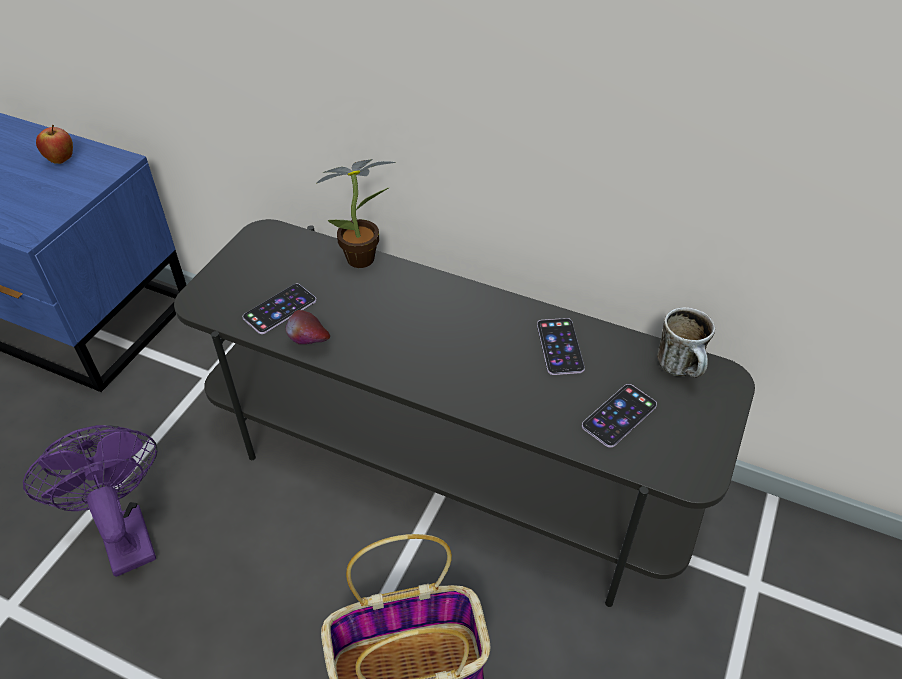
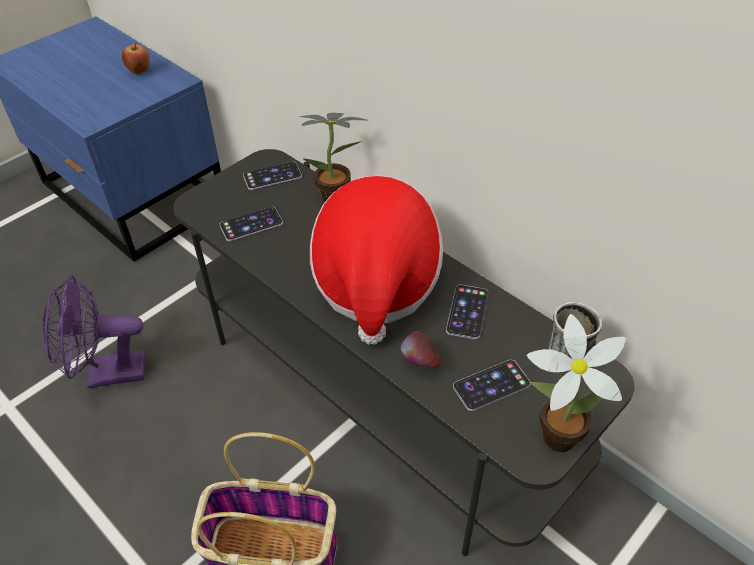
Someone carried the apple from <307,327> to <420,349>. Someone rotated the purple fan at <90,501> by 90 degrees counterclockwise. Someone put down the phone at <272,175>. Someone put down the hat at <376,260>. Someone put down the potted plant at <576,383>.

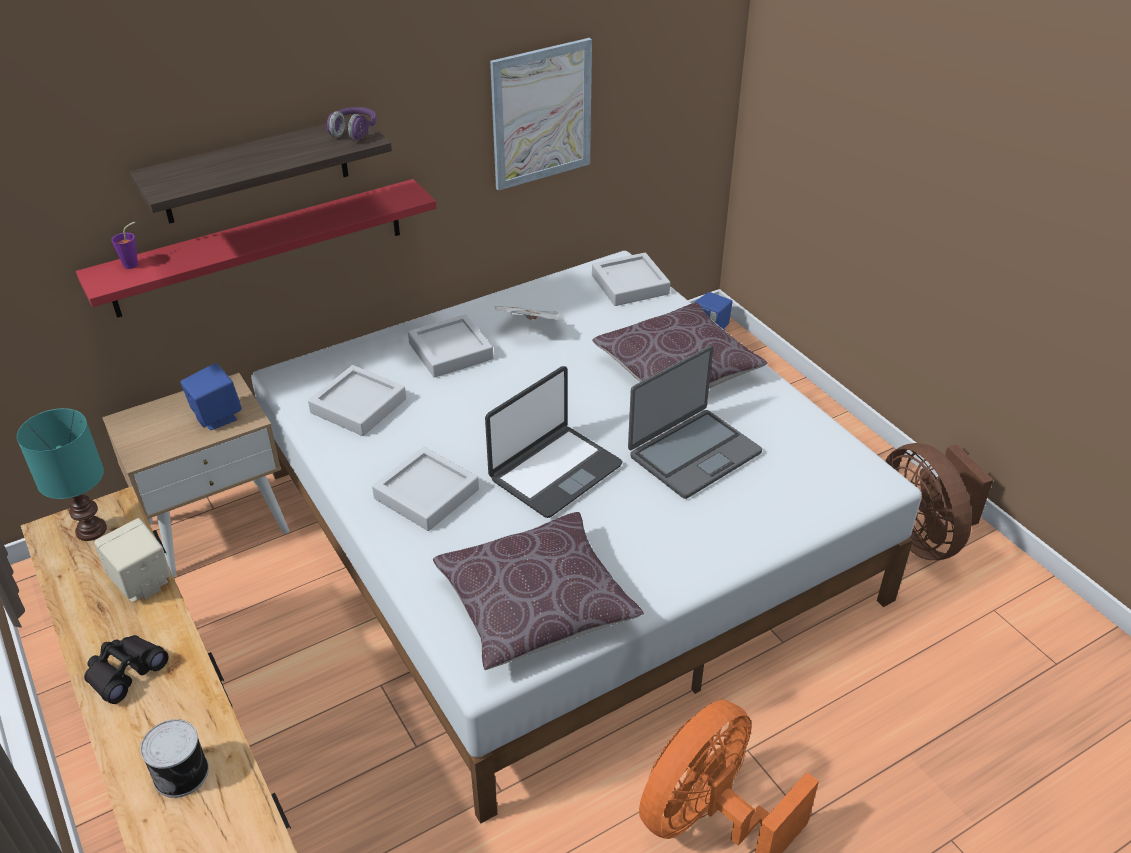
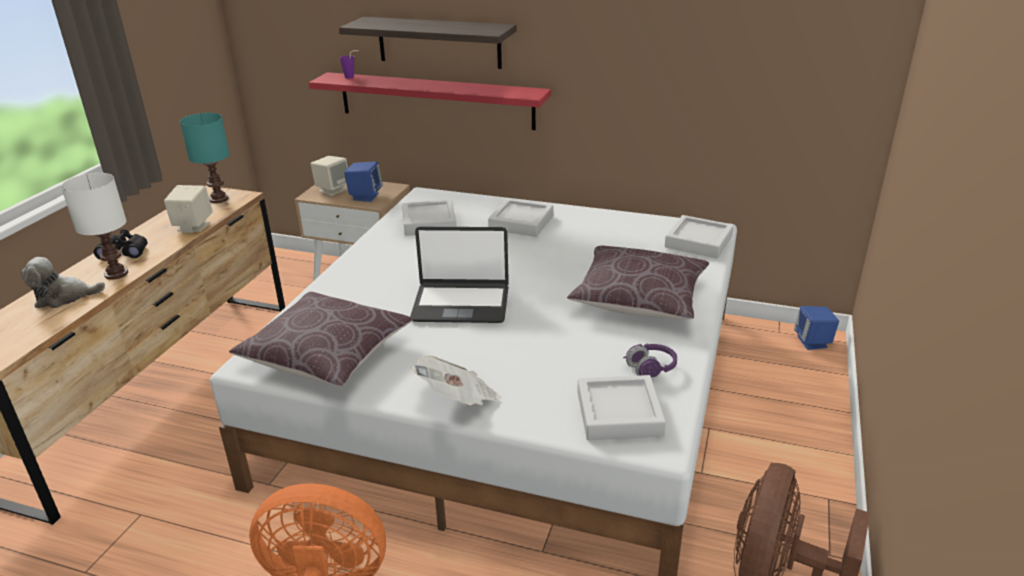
Someone took away the picture at <541,114>. Someone carried the purple headphones from <351,124> to <650,361>. Someone carried the newspaper from <528,313> to <456,381>. Someone took away the laptop at <695,422>. Someone carried the grey tray from <425,489> to <621,407>. Someone swapped the can at <174,758> for the plush toy at <63,282>. Someone put down the beige speaker at <329,176>. Someone put down the white table lamp at <94,226>.

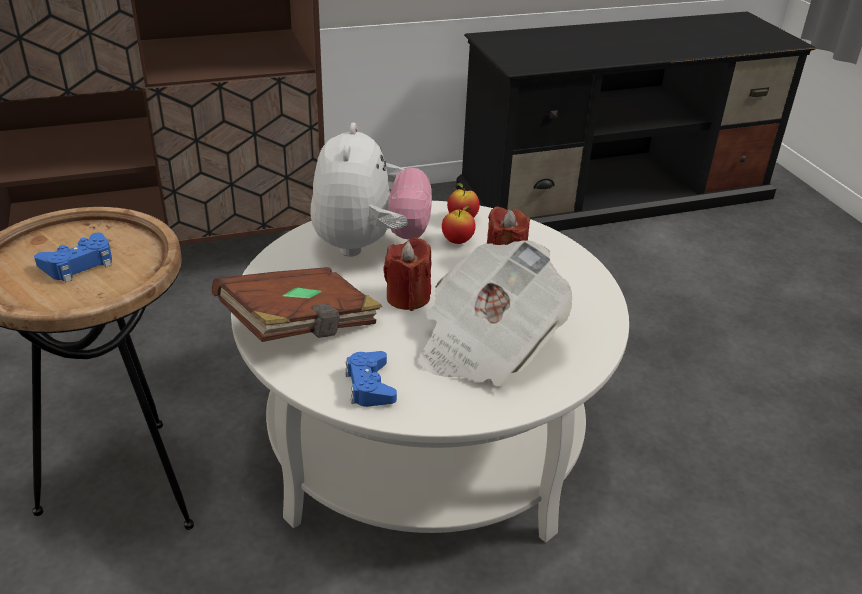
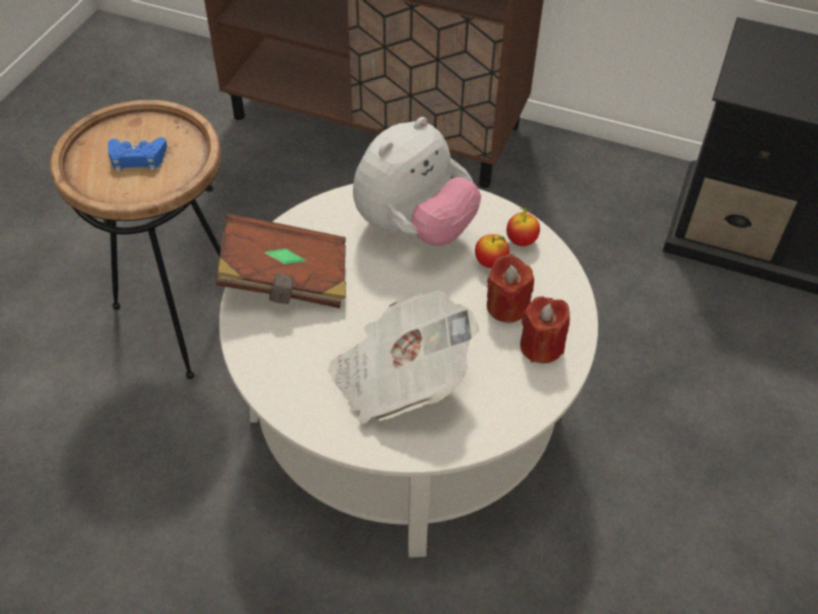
Someone carried the red candle from <407,274> to <545,329>. Someone took away the blue game controller at <371,379>.

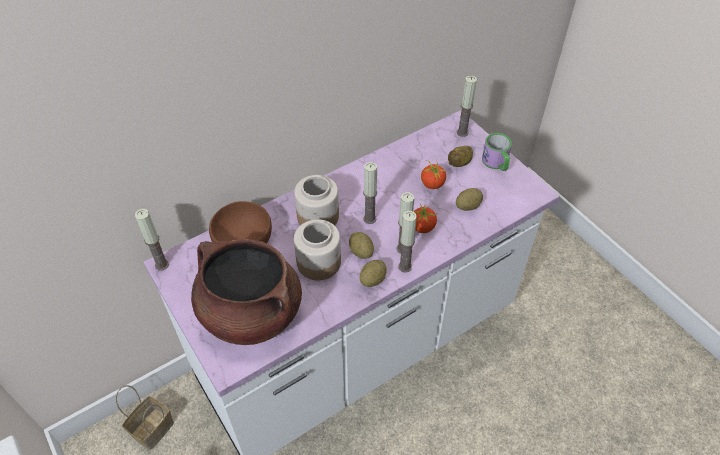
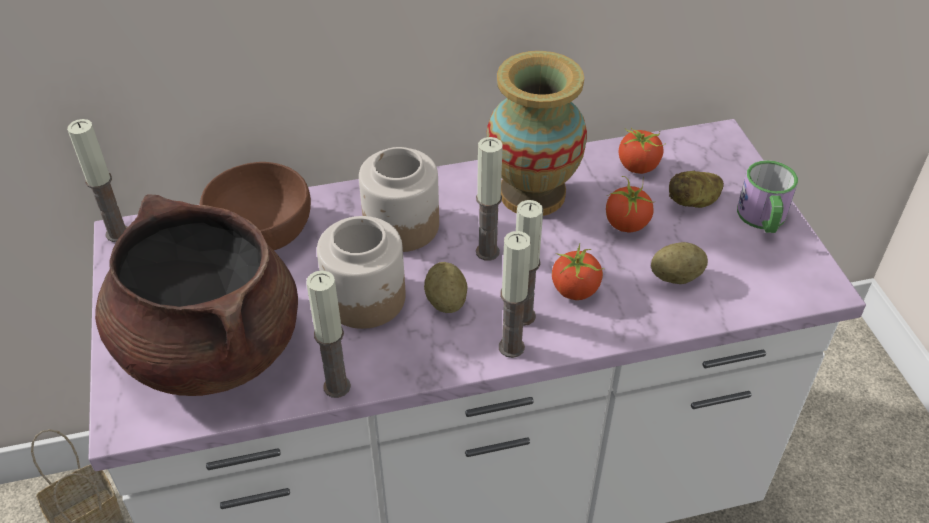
Someone carried the candle from <467,106> to <328,334>. Someone took away the potato at <373,273>. Someone put down the vase at <537,133>. Someone put down the tomato at <642,151>.

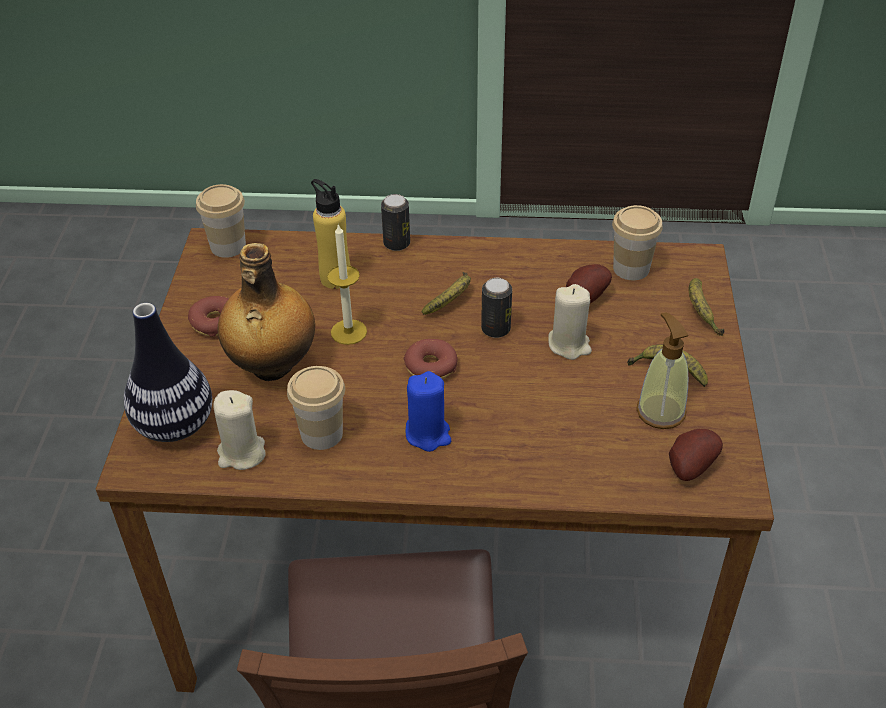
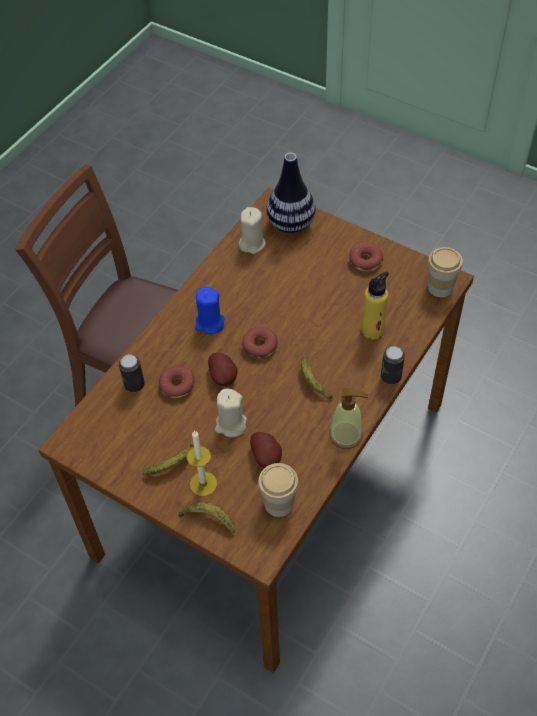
Someone carried the candle from <347,284> to <202,463>. Someone took away the bottle at <266,312>. Someone carried the can from <496,308> to <132,373>. Someone carried the soap dispenser from <662,370> to <348,418>. Someone took away the cup at <316,408>. Someone carried the potato from <696,455> to <223,369>. Someone put down the donut at <177,382>.

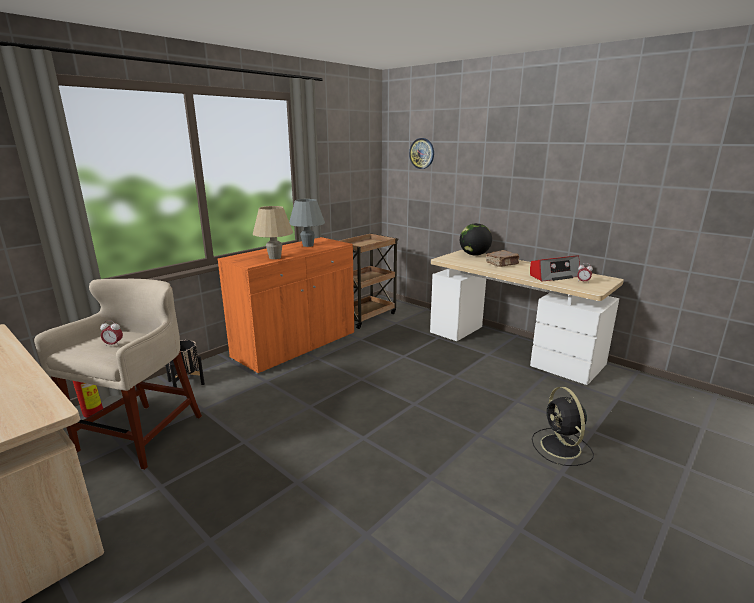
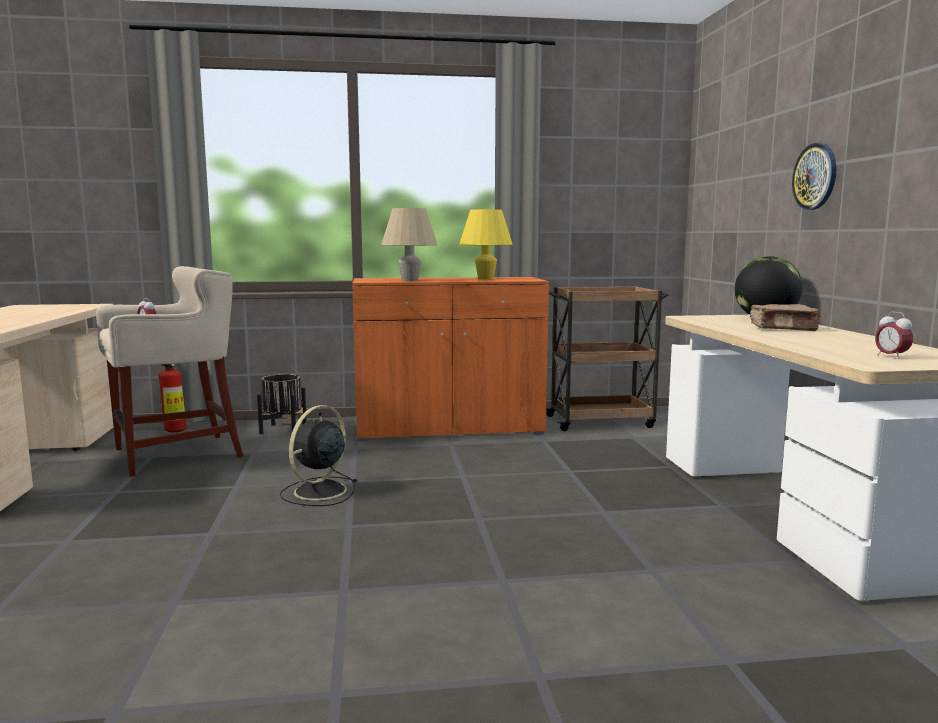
Someone carried the wall clock from <421,153> to <814,176>. Someone repainted the grey table lamp at <307,223>, which became the yellow table lamp at <486,244>. Someone took away the radio at <555,269>. Someone carried the black fan from <563,426> to <319,455>.

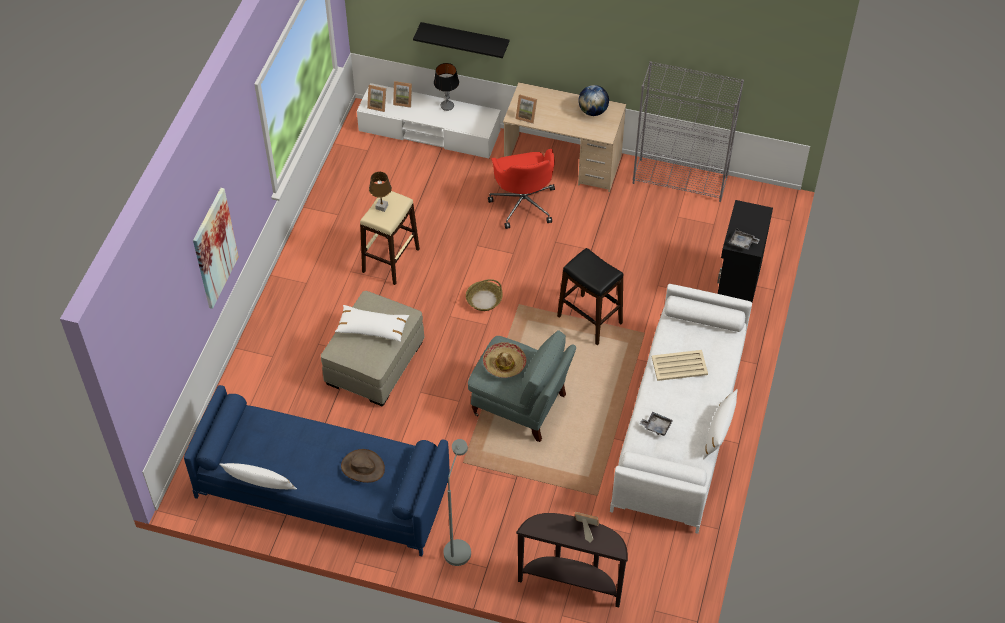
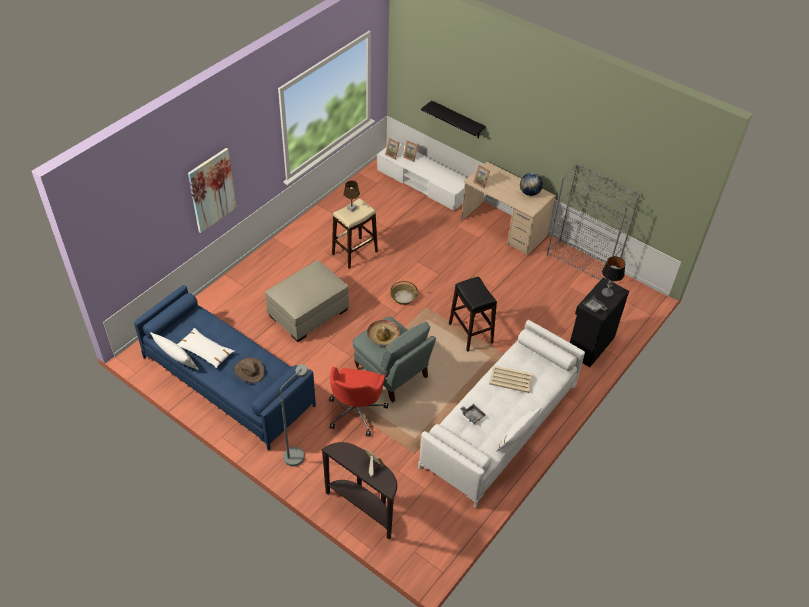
Someone carried the table lamp from <446,87> to <613,276>. Someone carried the red office chair from <521,189> to <358,401>. Someone carried the white pillow from <372,323> to <206,348>.

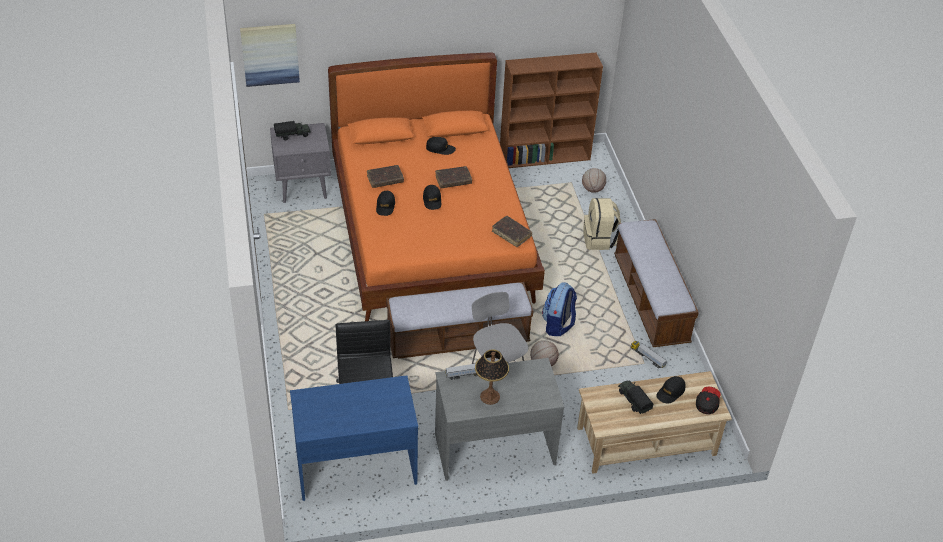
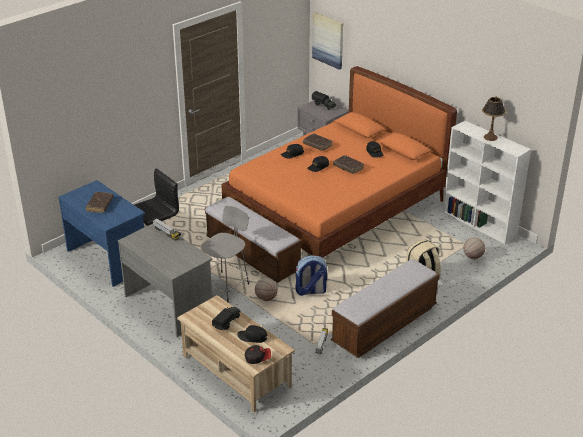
Someone repainted the brown bookcase at <551,110>, which became the white bookcase at <487,182>. Someone carried the brown book from <512,231> to <99,202>. Someone carried the table lamp from <492,377> to <494,118>.

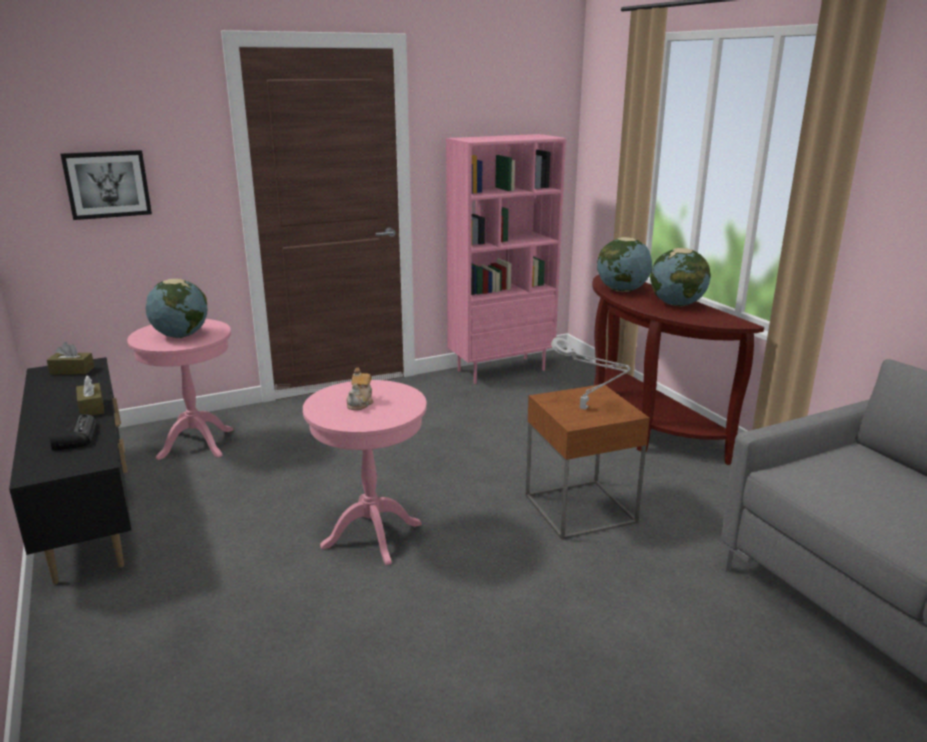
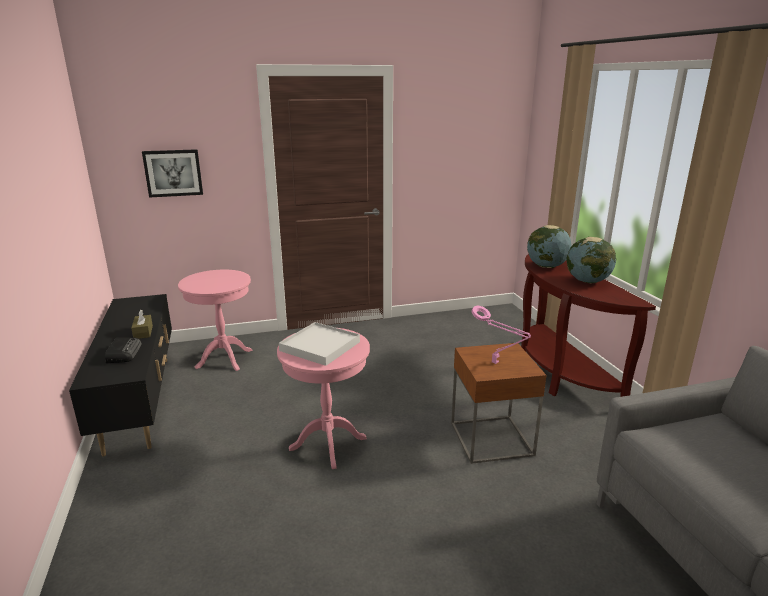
Someone took away the pink bookcase at <506,259>. Someone took away the globe at <176,308>. Someone repainted the grey table lamp at <591,373>, which became the pink table lamp at <501,335>. Someone took away the brown tissue box at <70,358>. Someone swapped the teapot at <360,389> for the white tray at <319,344>.

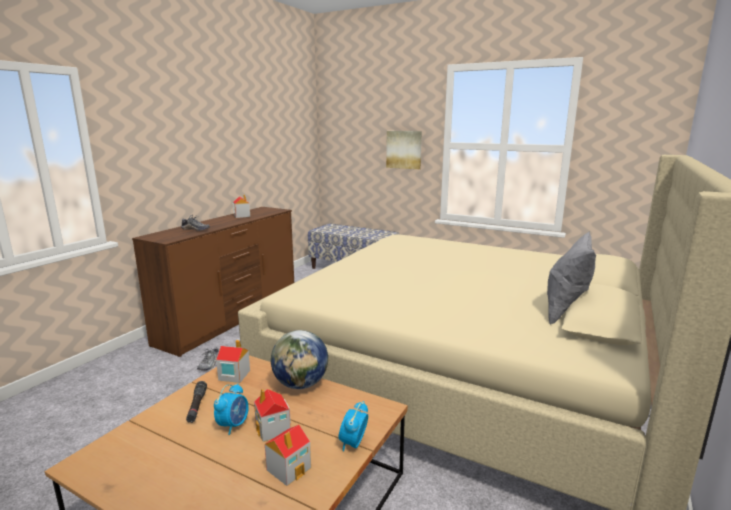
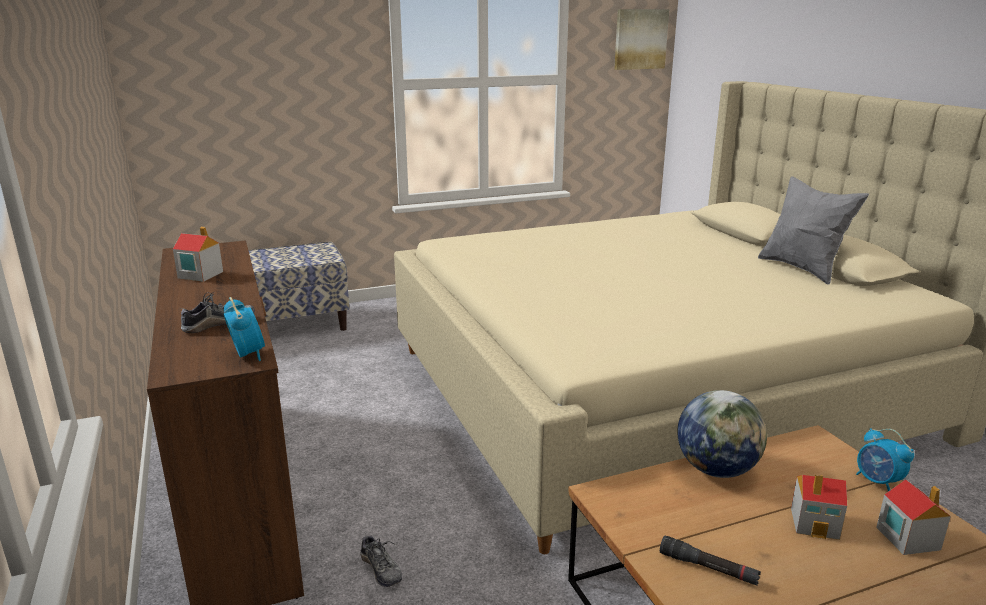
Someone carried the picture from <404,150> to <641,39>. Someone took away the toy house at <233,361>. Someone carried the alarm clock from <231,409> to <244,329>.

